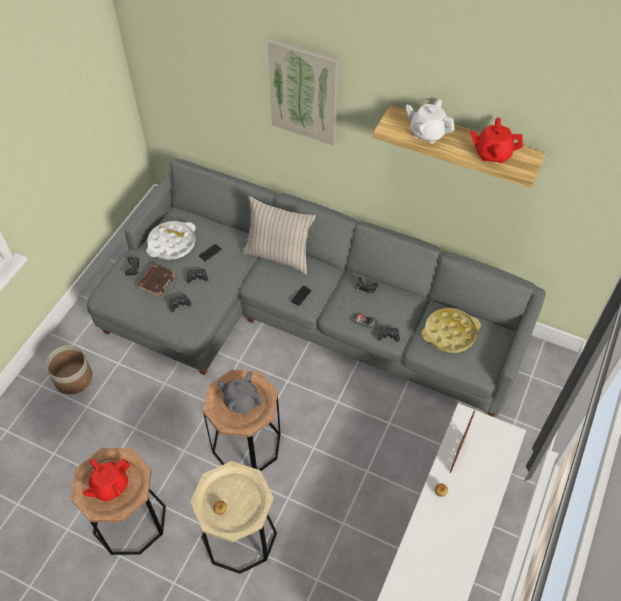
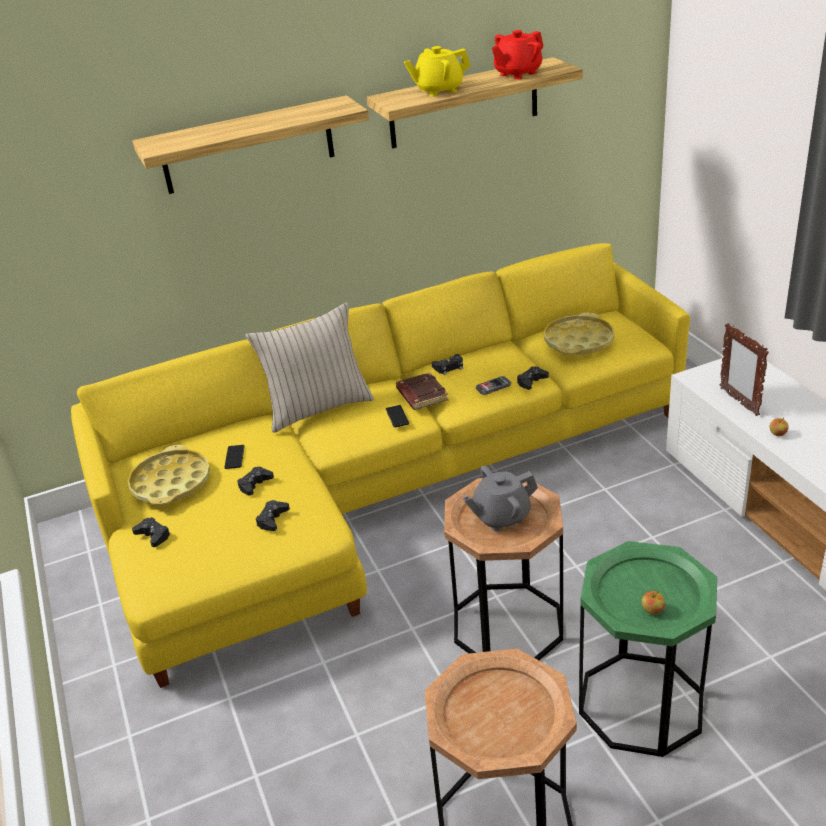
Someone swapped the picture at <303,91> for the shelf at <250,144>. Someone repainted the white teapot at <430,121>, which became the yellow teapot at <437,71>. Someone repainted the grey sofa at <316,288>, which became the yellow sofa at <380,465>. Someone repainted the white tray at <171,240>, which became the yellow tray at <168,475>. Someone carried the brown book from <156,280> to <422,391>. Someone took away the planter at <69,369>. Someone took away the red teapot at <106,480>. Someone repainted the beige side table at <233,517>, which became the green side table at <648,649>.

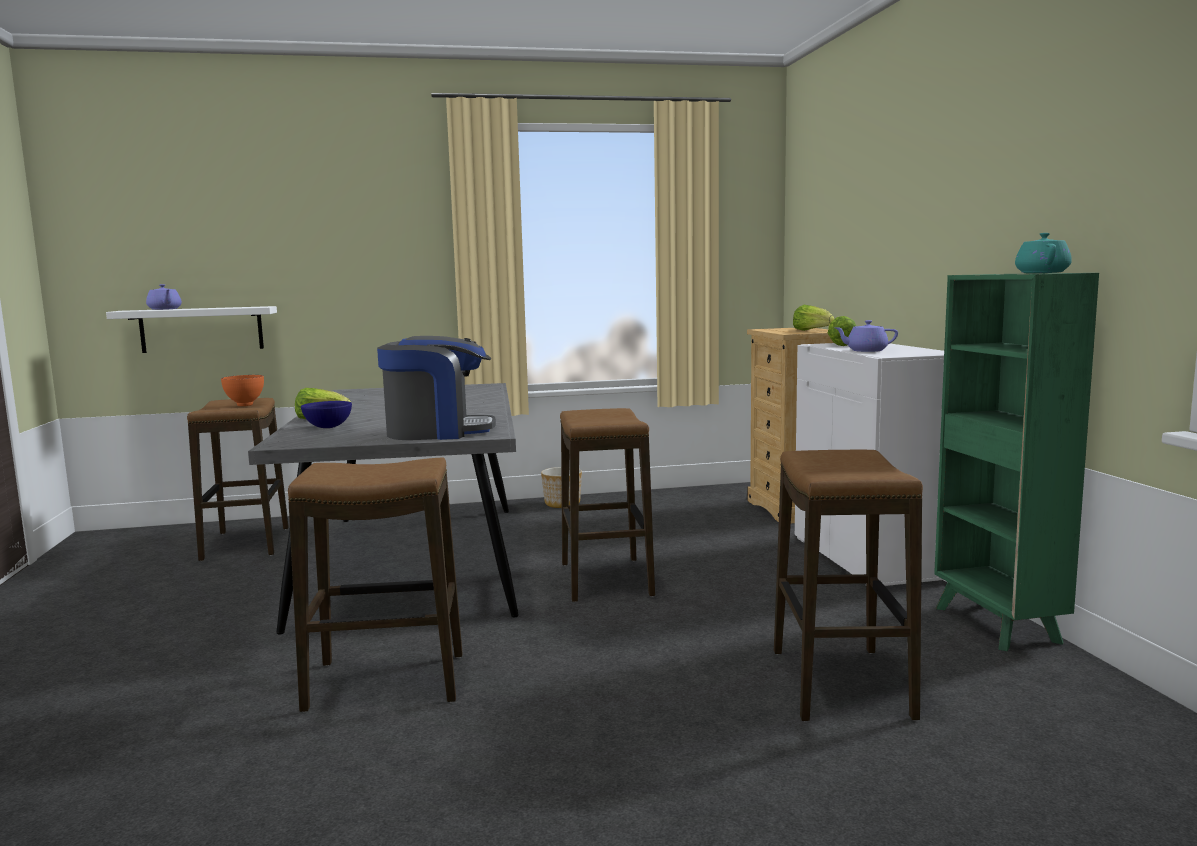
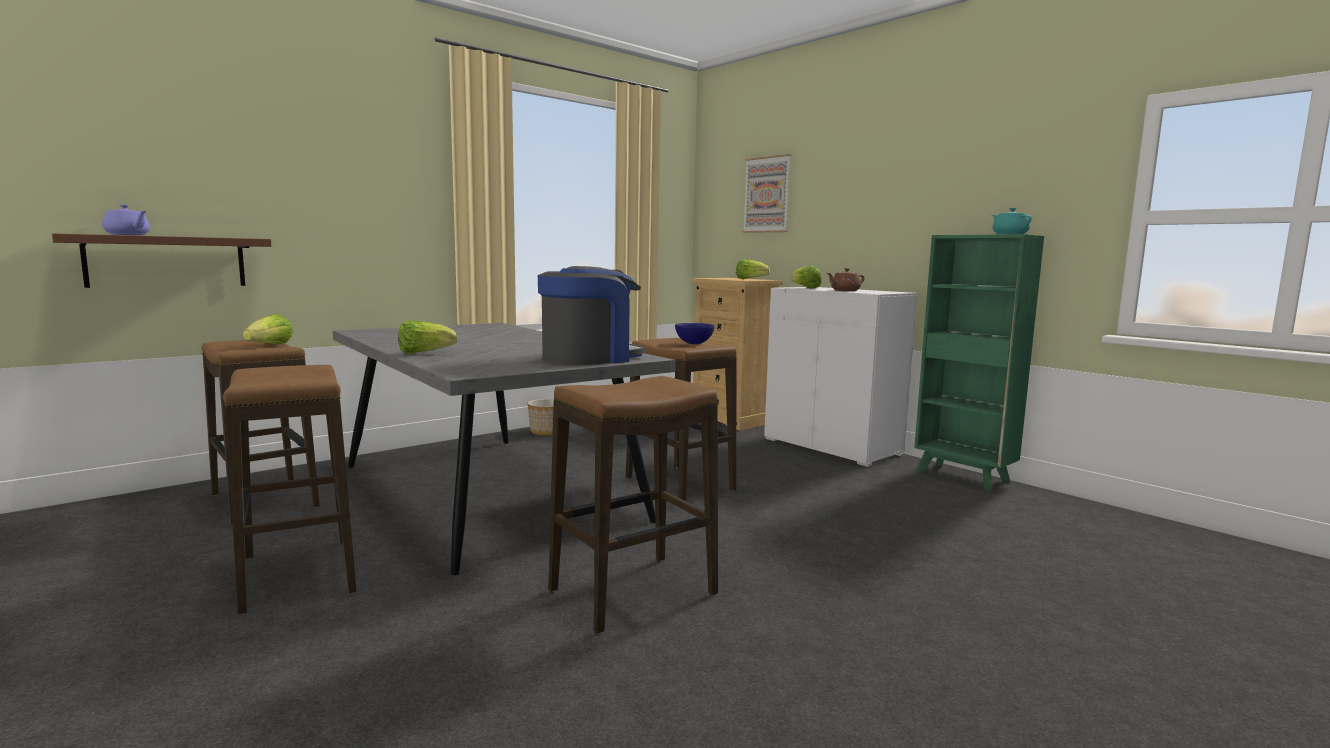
Someone repainted the white shelf at <191,329>, which became the brown shelf at <161,260>. Someone repainted the purple teapot at <866,336>, which became the brown teapot at <845,279>. Someone swapped the orange bowl at <242,390> for the lettuce at <268,329>. Someone carried the blue bowl from <326,414> to <695,333>. Someone carried the stool from <848,585> to <289,489>. Someone put up the picture at <767,193>.

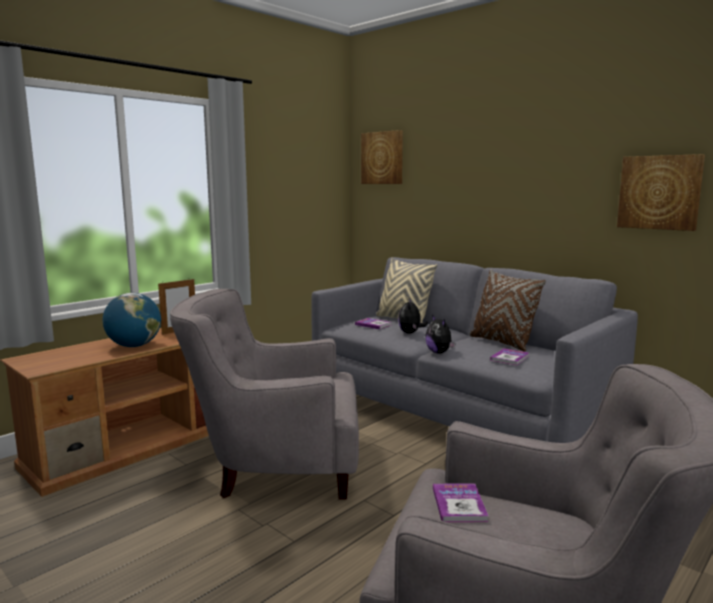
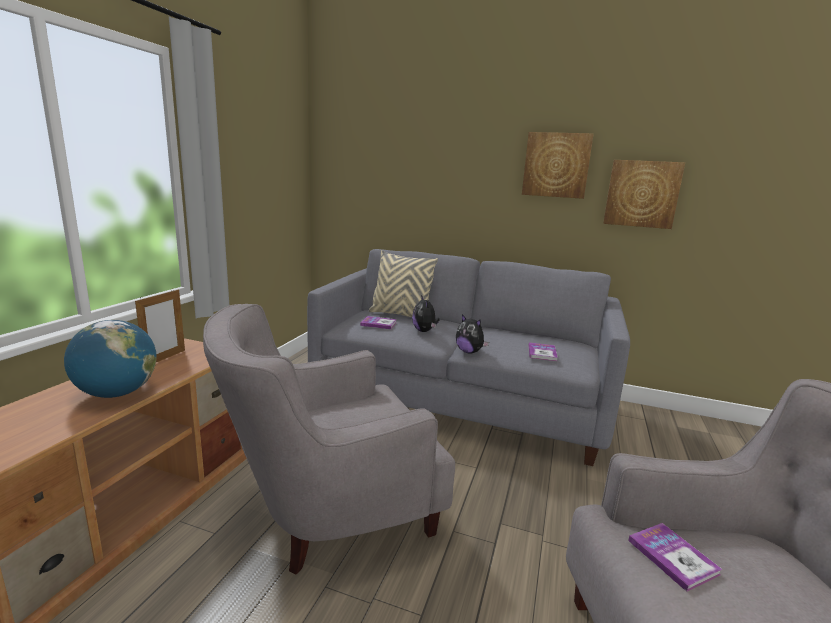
Someone carried the picture from <382,157> to <558,165>. Someone took away the brown pillow at <508,311>.

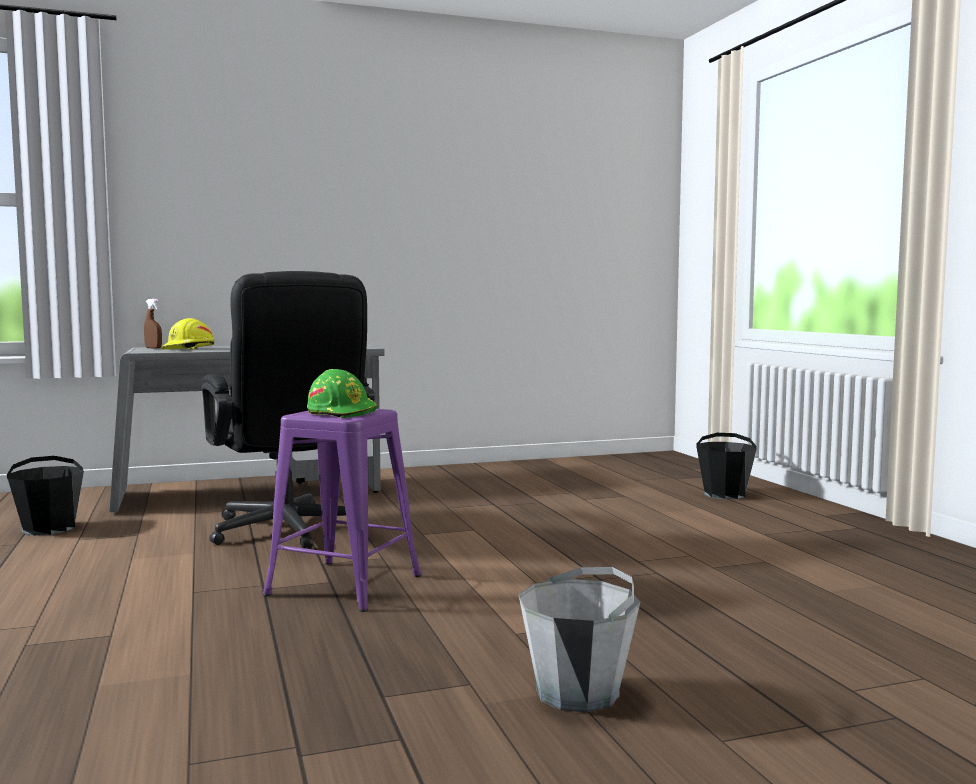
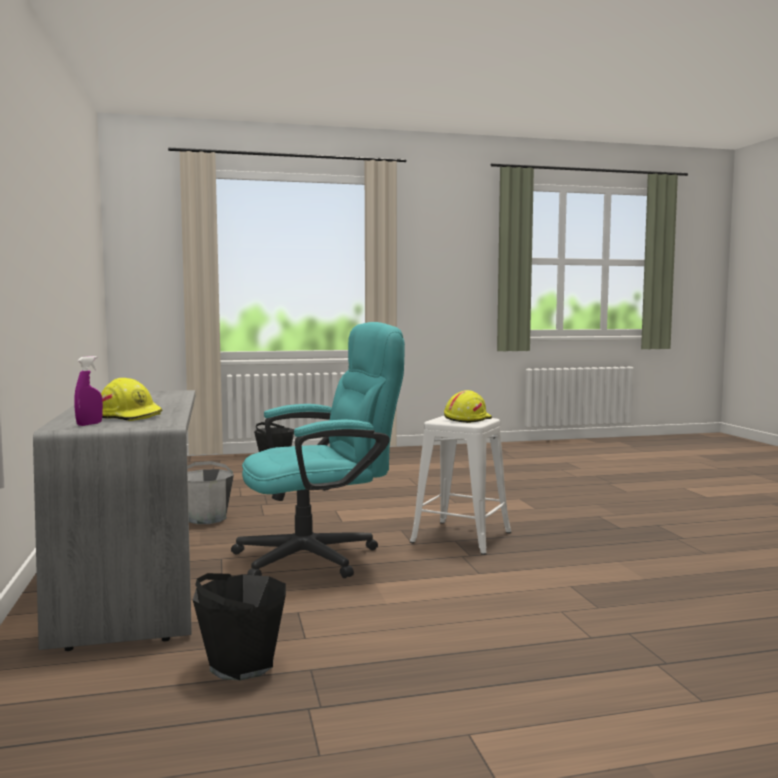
Someone repainted the black office chair at <288,410>, which became the turquoise office chair at <318,450>. Someone repainted the brown spray bottle at <153,324>, which became the purple spray bottle at <88,391>. Someone repainted the green hard hat at <342,393>, which became the yellow hard hat at <468,406>. Someone repainted the purple stool at <342,510>, which became the white stool at <460,485>. Someone carried the grey bucket from <579,639> to <210,492>.

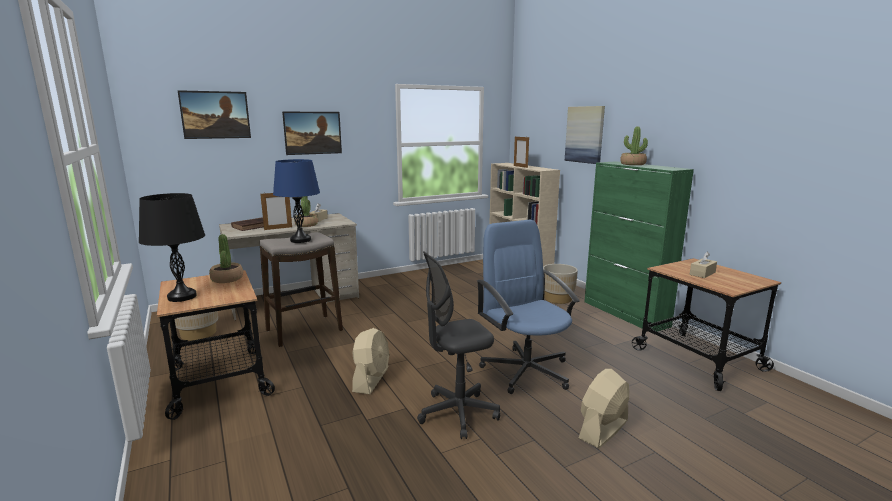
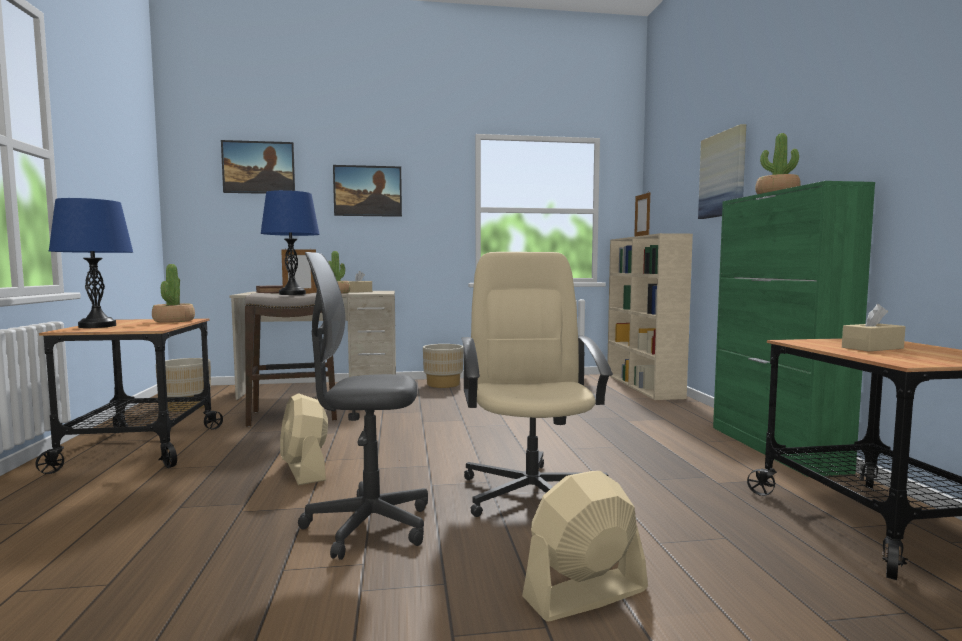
Someone repainted the black table lamp at <172,247>, which became the blue table lamp at <91,263>. Someone repainted the blue office chair at <528,307>, which became the beige office chair at <537,384>. Someone carried the beige planter from <560,284> to <443,366>. Someone rotated the beige fan at <370,361> by 120 degrees clockwise.

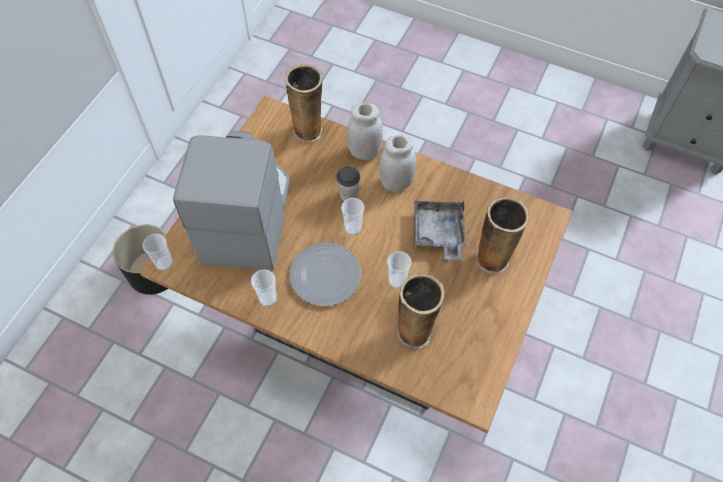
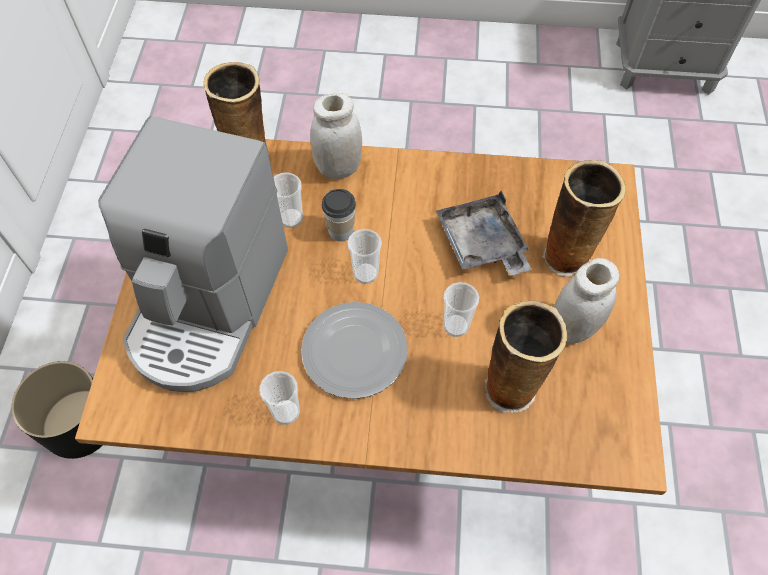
Someone rotated the coffee machine at <231,201> by 150 degrees counterclockwise. Someone carried the white jar from <397,162> to <587,300>. Someone carried the cup from <158,252> to <288,200>.

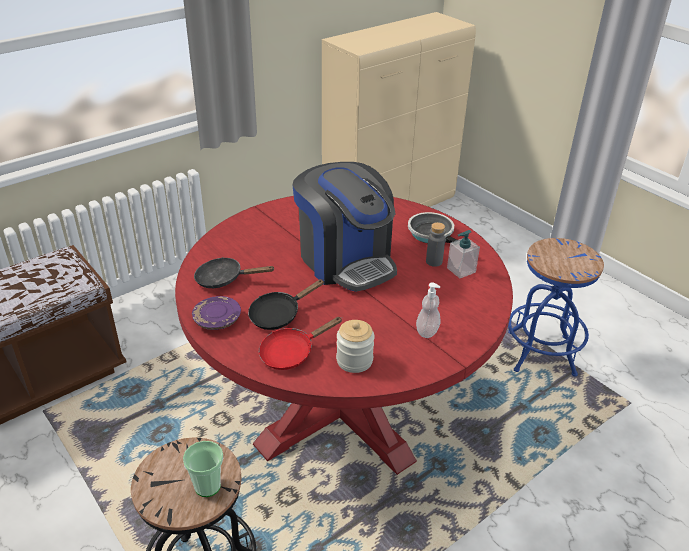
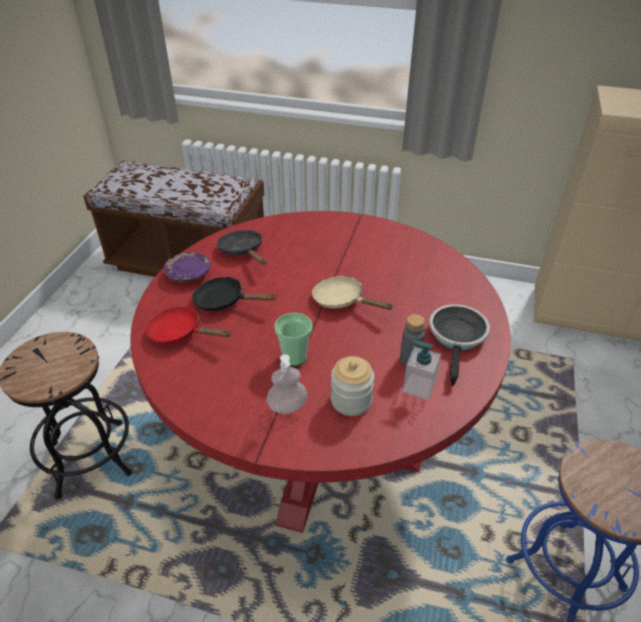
Someone swapped the coffee machine at <345,227> for the beige frying pan at <352,293>. Someone carried the jar from <355,346> to <352,386>. Someone carried the cup from <203,469> to <293,339>.

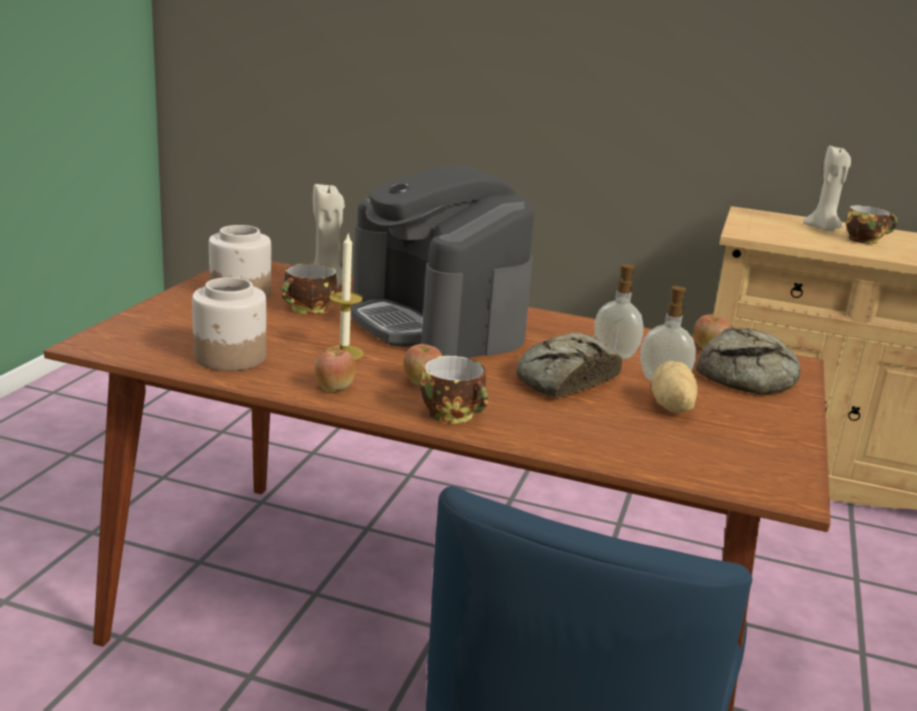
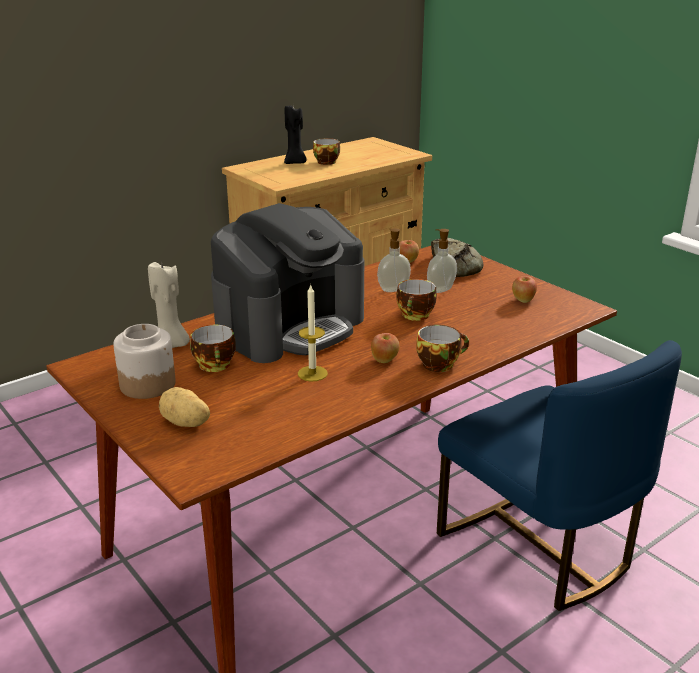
Someone repainted the beige candle at <827,188>, which became the black candle at <295,134>. Someone rotated the coffee machine at <442,262> by 45 degrees counterclockwise. Someone took away the jar at <229,324>. Someone swapped the bread at <569,365> for the cup at <416,300>. Someone carried the apple from <335,370> to <524,289>. Someone carried the potato from <674,387> to <184,407>.

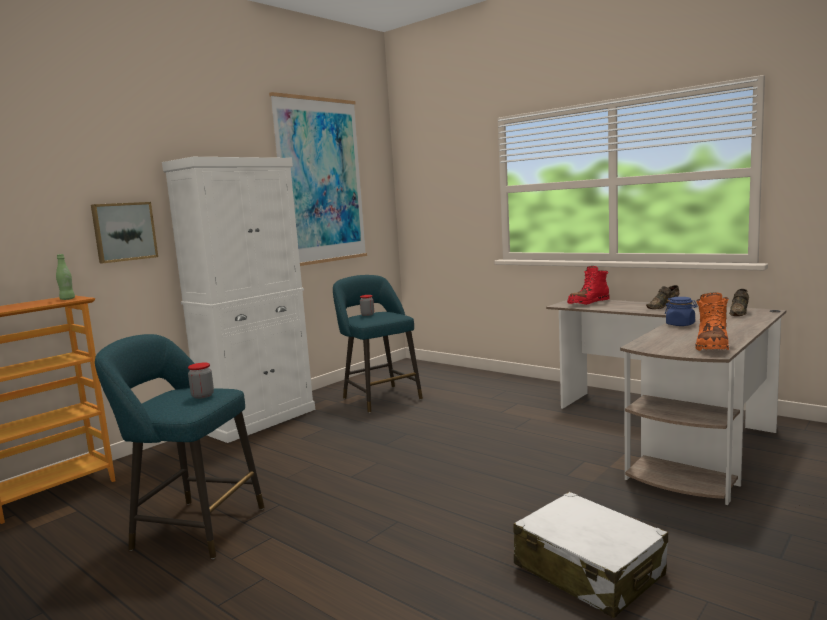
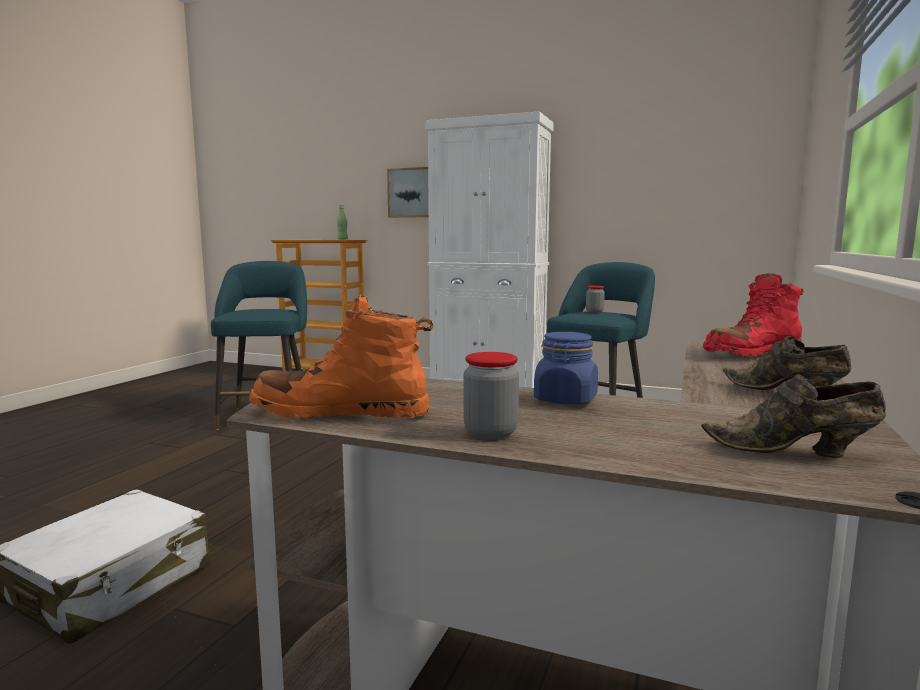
Someone took away the picture at <318,179>. Someone rotated the red boot at <588,285> by 60 degrees counterclockwise. Someone carried the jar from <201,381> to <491,395>.

